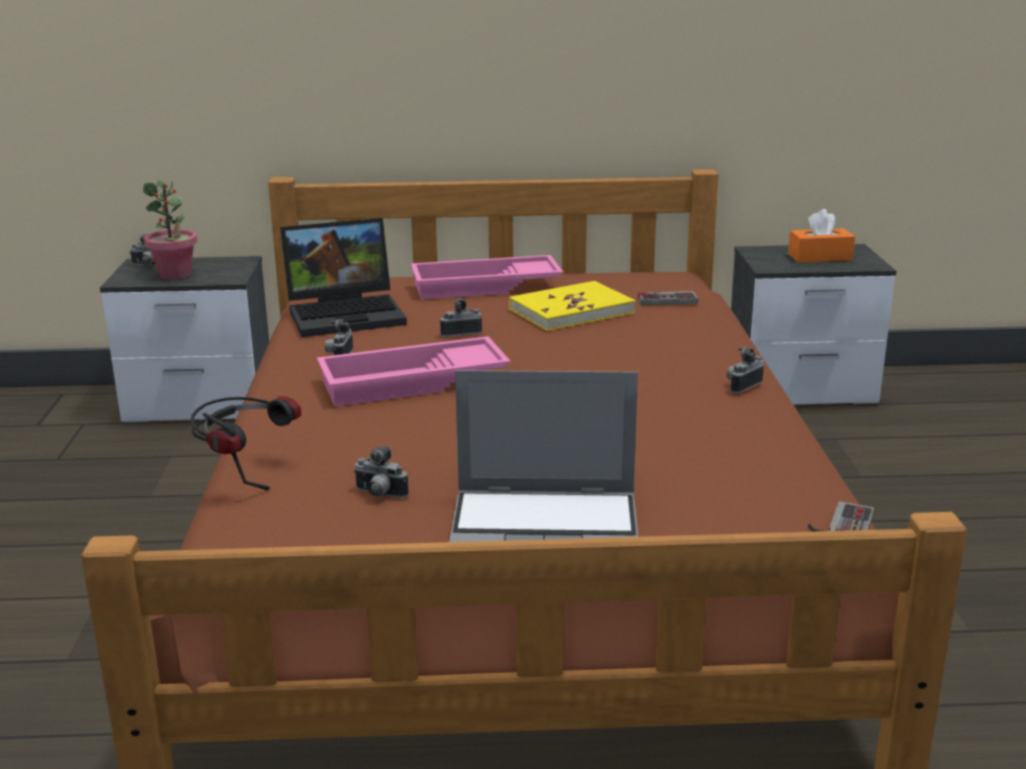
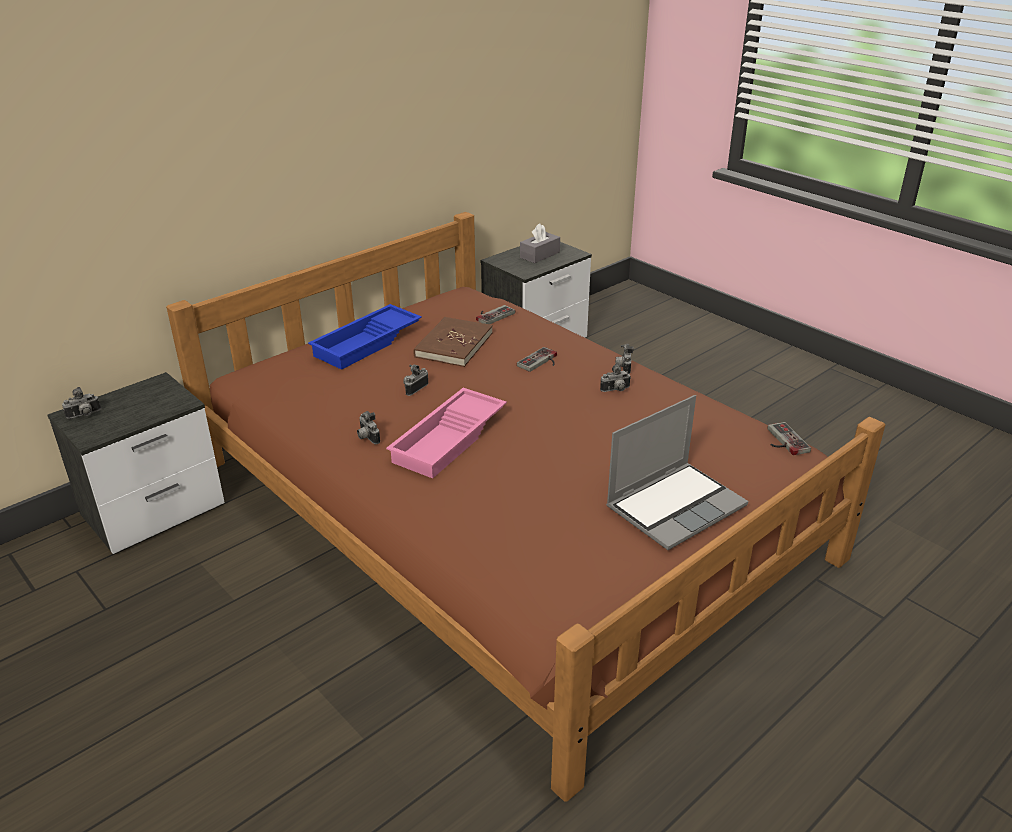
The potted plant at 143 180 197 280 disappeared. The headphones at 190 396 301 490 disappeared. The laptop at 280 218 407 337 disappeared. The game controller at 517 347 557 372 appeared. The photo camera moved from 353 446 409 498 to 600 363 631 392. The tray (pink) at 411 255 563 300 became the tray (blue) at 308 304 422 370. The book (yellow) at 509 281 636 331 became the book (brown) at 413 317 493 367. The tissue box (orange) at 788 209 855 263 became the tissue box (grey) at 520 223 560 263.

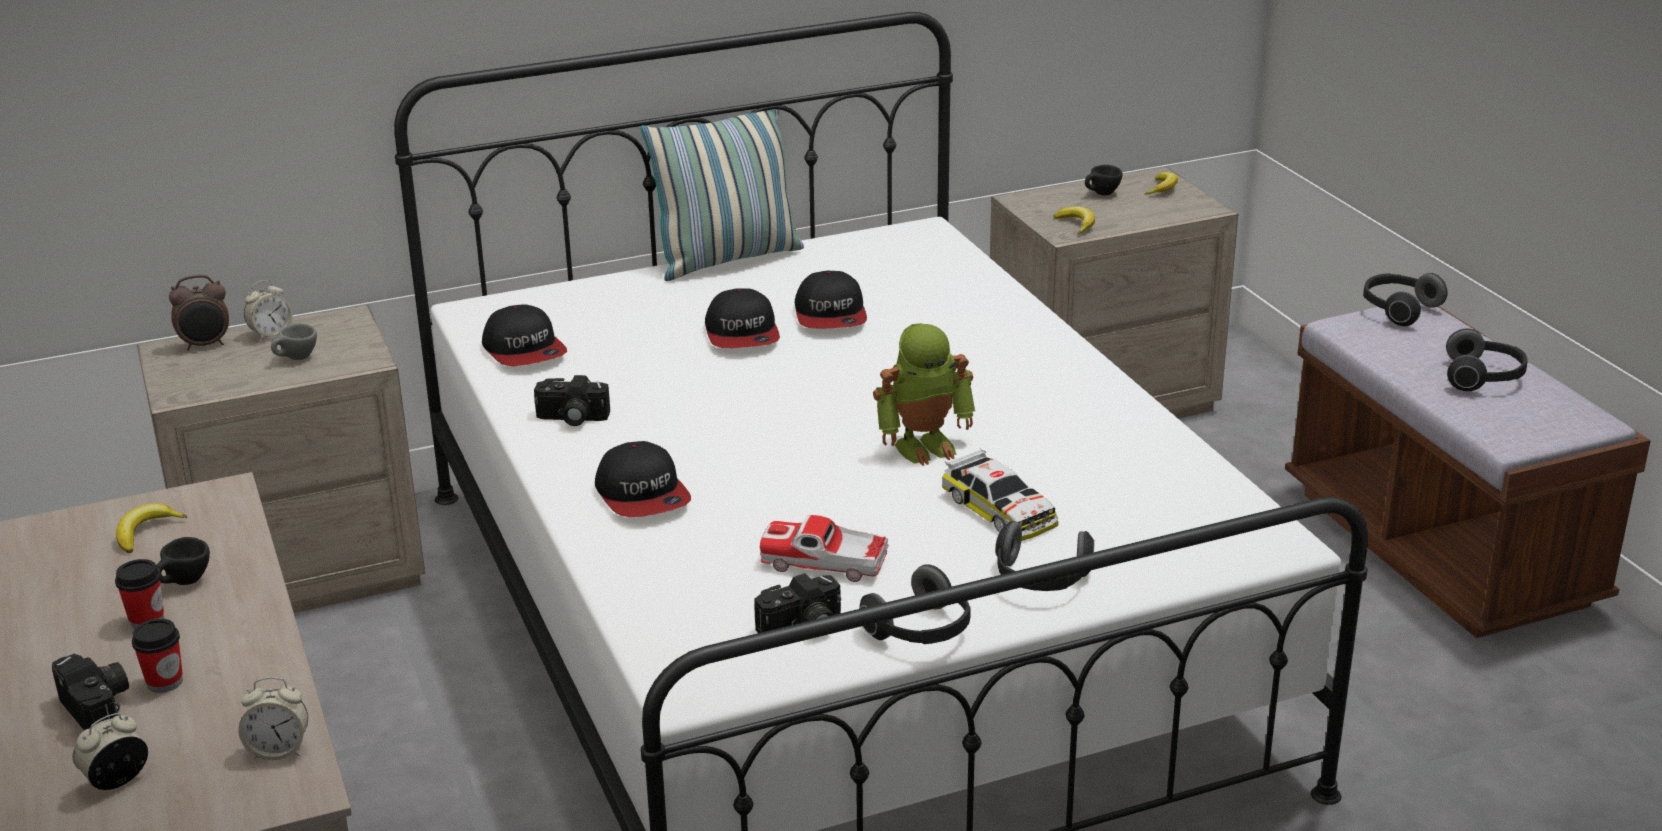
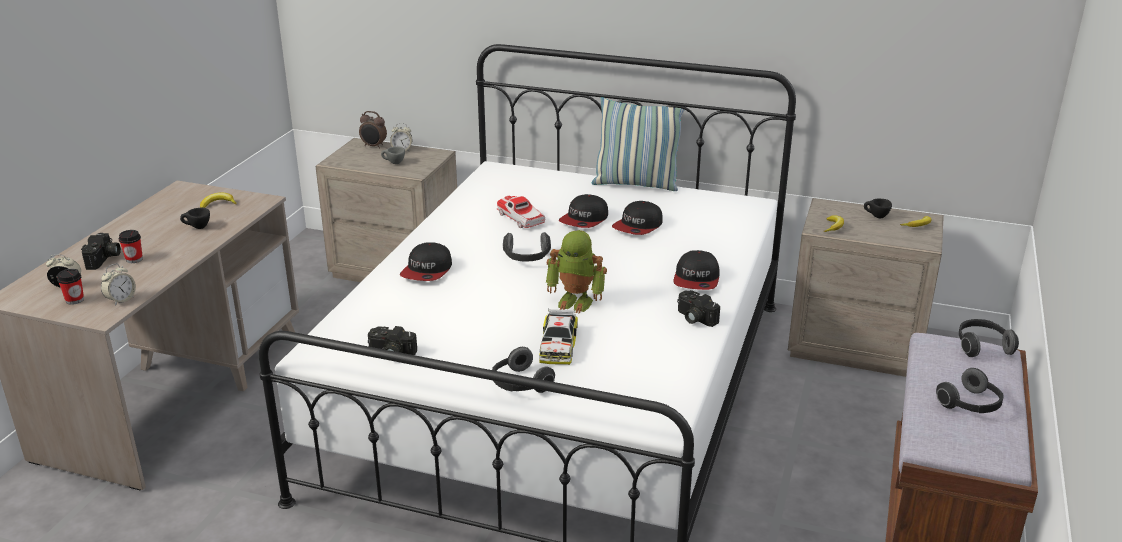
The cup moved from 115 559 164 629 to 57 269 84 305. The cap moved from 482 304 567 366 to 674 250 720 290. The photo camera moved from 534 375 610 426 to 677 290 720 327. The toy car moved from 760 515 888 582 to 497 196 546 228. The headphones moved from 859 564 971 644 to 503 232 551 262. The alarm clock at 238 677 308 760 turned 90 degrees counterclockwise.

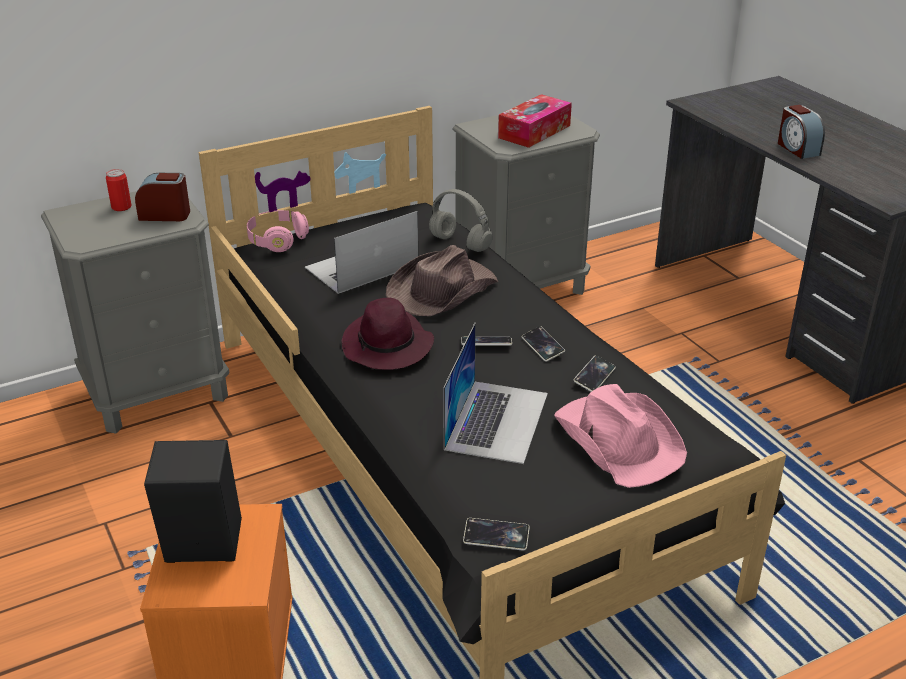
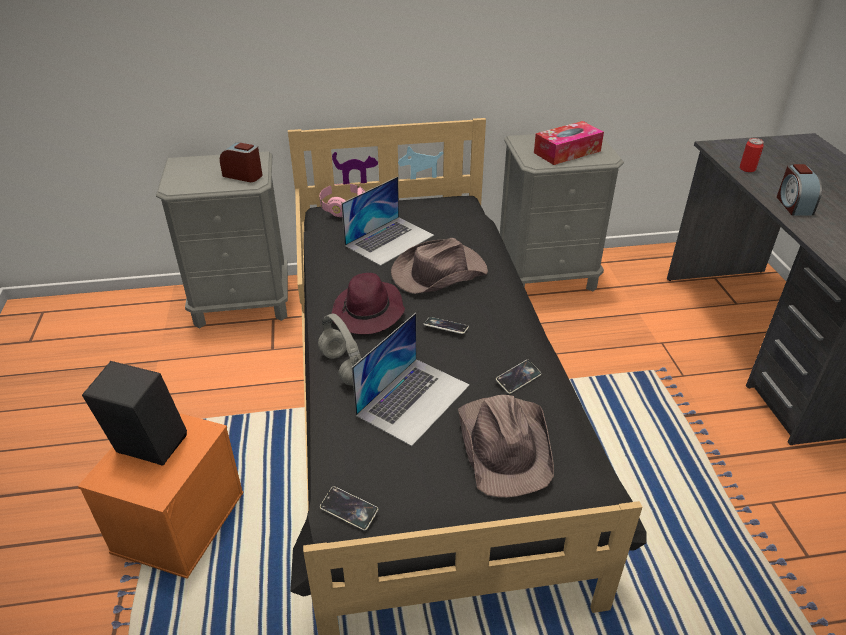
The phone at 522 326 565 362 disappeared. The can moved from 106 169 132 211 to 739 138 764 172. The headphones (grey) moved from 429 189 493 252 to 318 313 362 386. The hat (pink) at 554 384 687 488 became the hat (brown) at 458 395 554 497. The laptop at 305 211 418 294 turned 150 degrees clockwise.

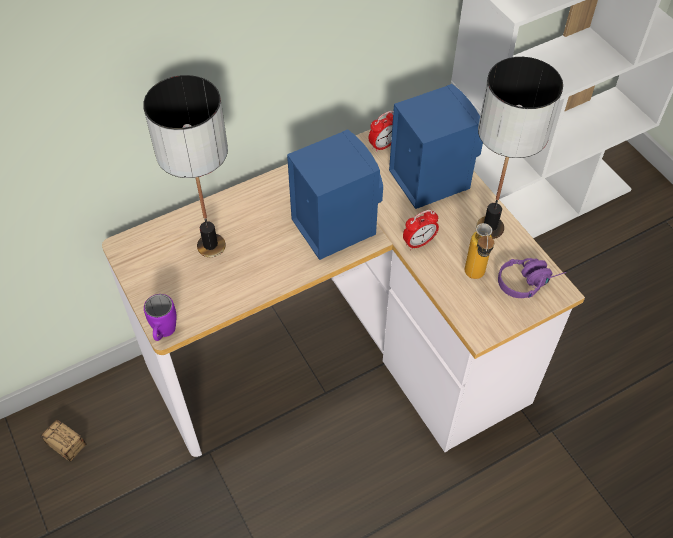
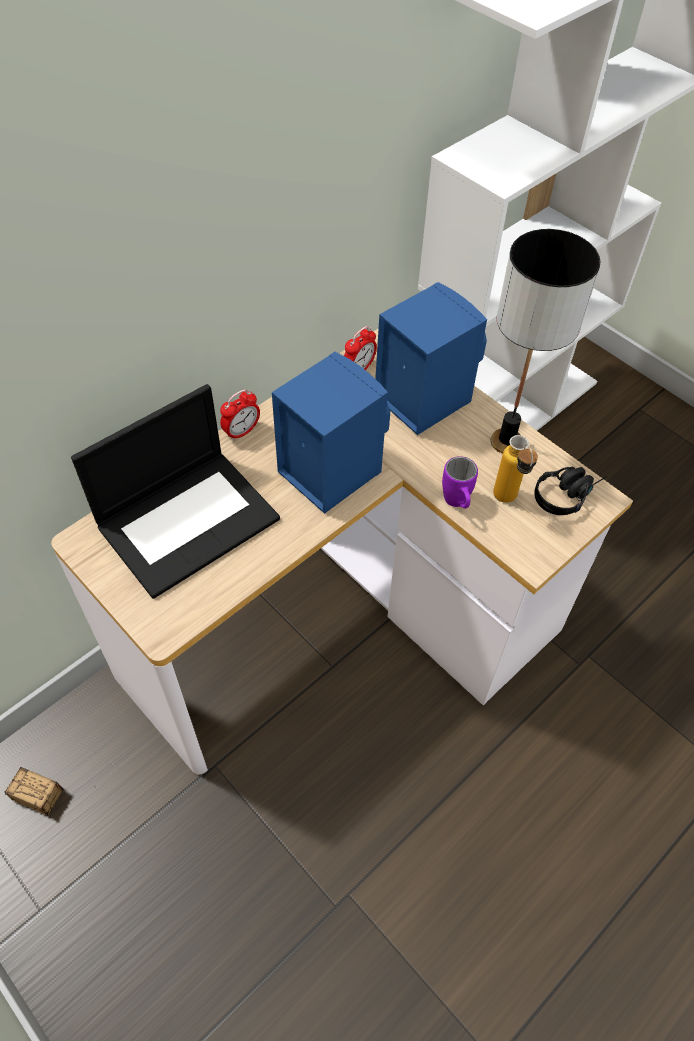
The mug (purple) moved from 144 294 177 341 to 442 456 478 508. The alarm clock moved from 403 210 439 250 to 220 389 260 441. The table lamp at 143 75 228 257 was replaced by the laptop at 71 384 280 599. The headphones (purple) at 498 258 566 298 became the headphones (black) at 534 467 608 515.

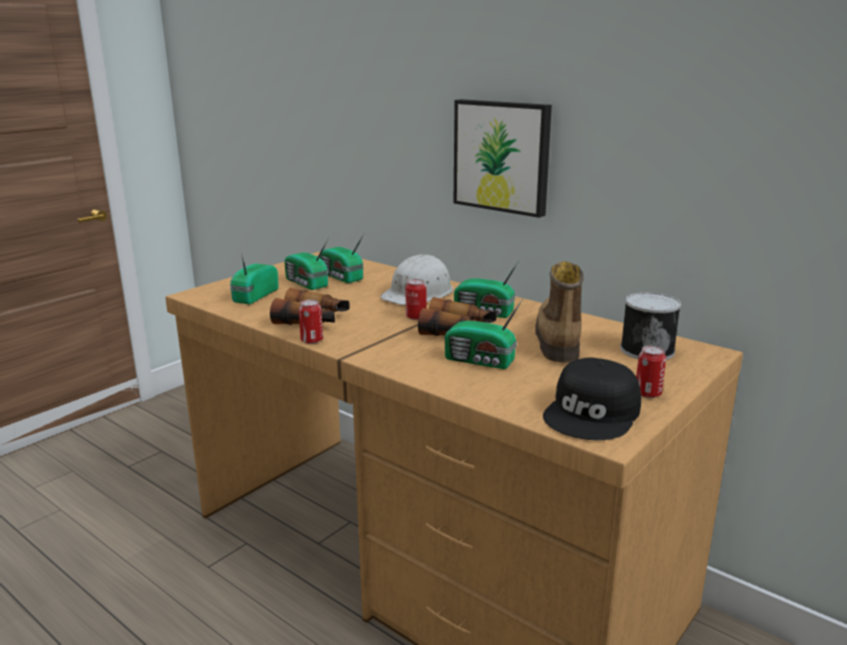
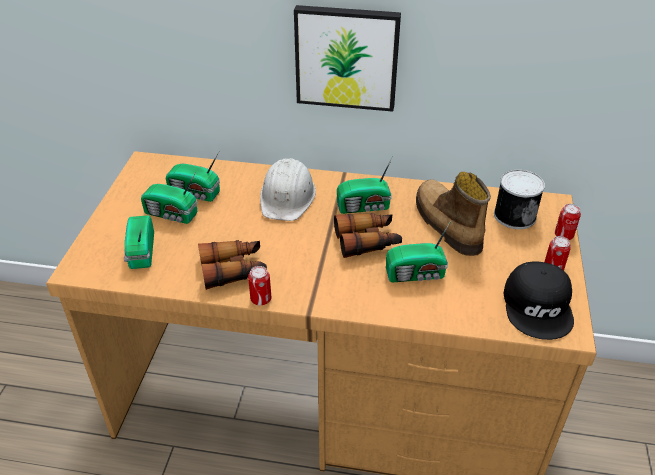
The can moved from 406 279 427 320 to 555 204 581 240.

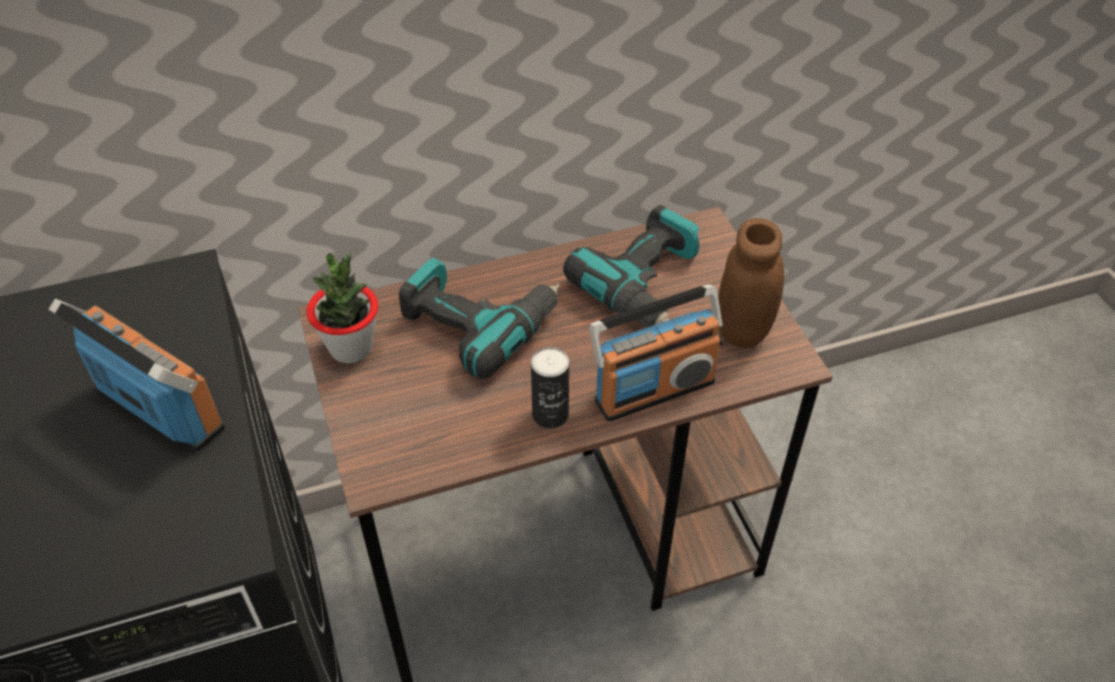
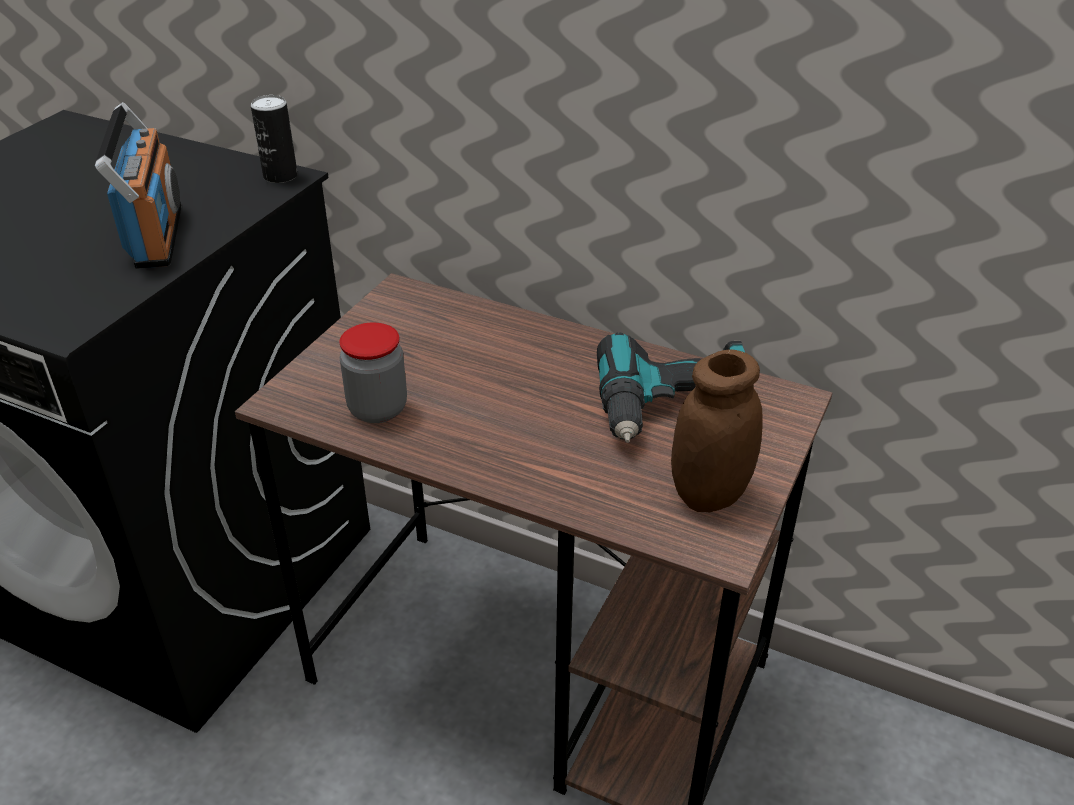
The potted plant at 307 253 378 363 disappeared. The power drill at 399 258 560 379 disappeared. The radio at 589 284 723 422 disappeared. The jar at 340 322 407 423 appeared. The can moved from 531 347 569 429 to 251 95 298 183.

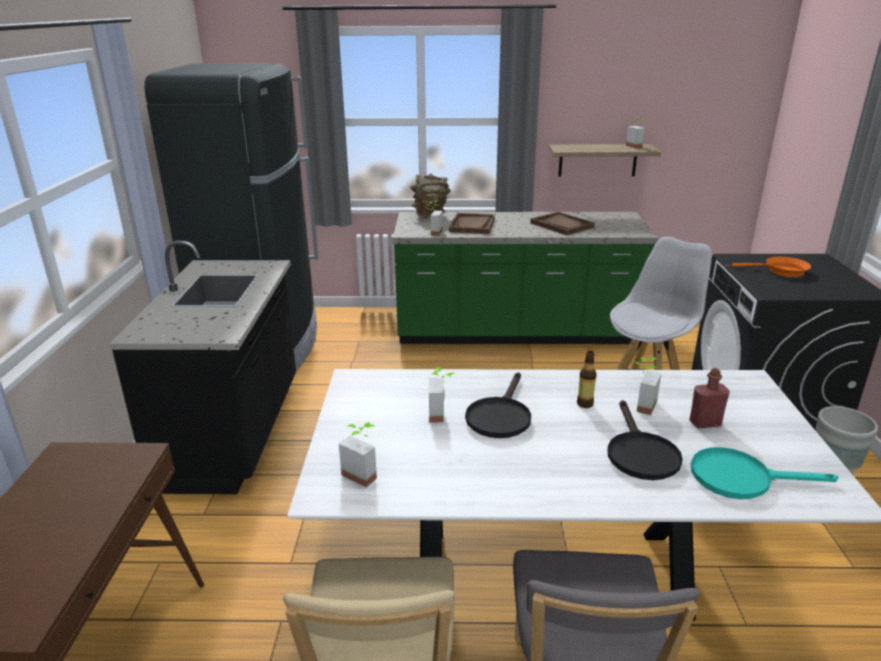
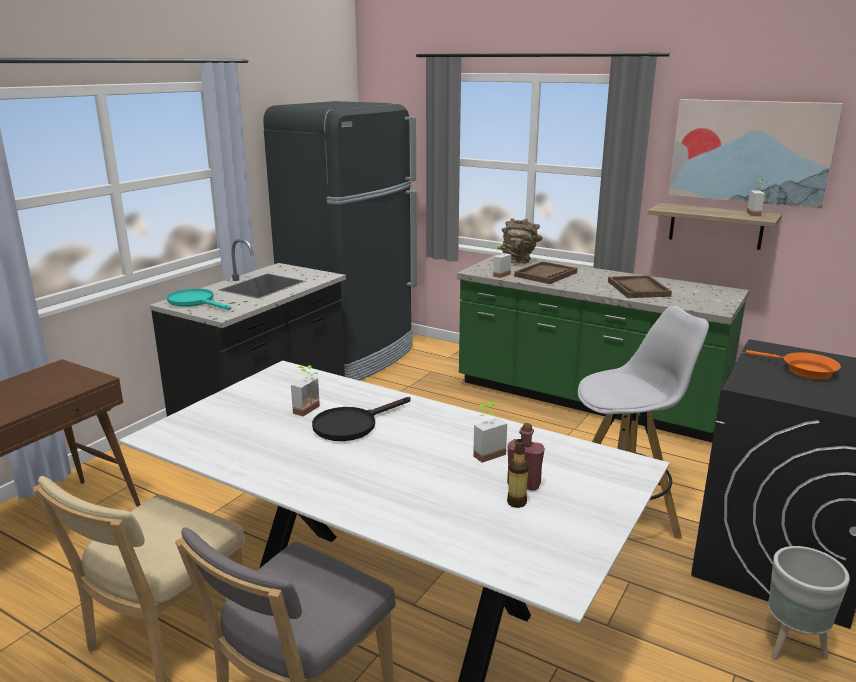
The potted plant at 339 422 377 487 disappeared. The frying pan (black) at 607 400 683 480 disappeared. The picture at 668 99 843 209 appeared. The bottle moved from 577 351 597 408 to 507 439 529 508. The frying pan (turquoise) moved from 691 447 839 499 to 167 289 231 310.

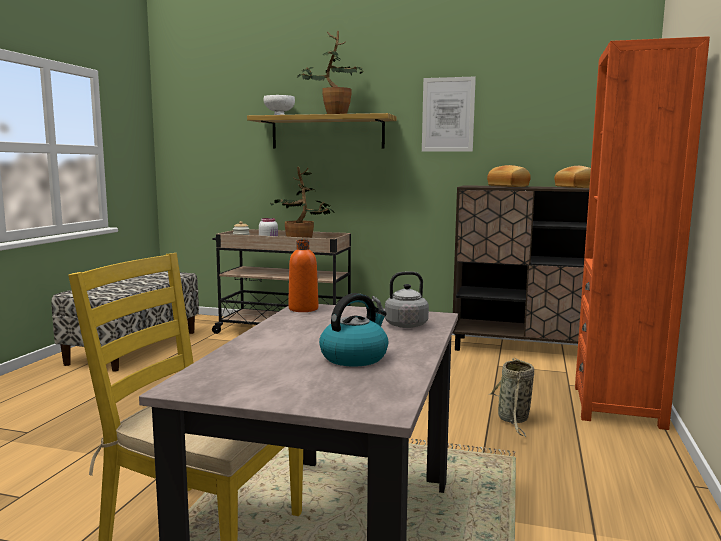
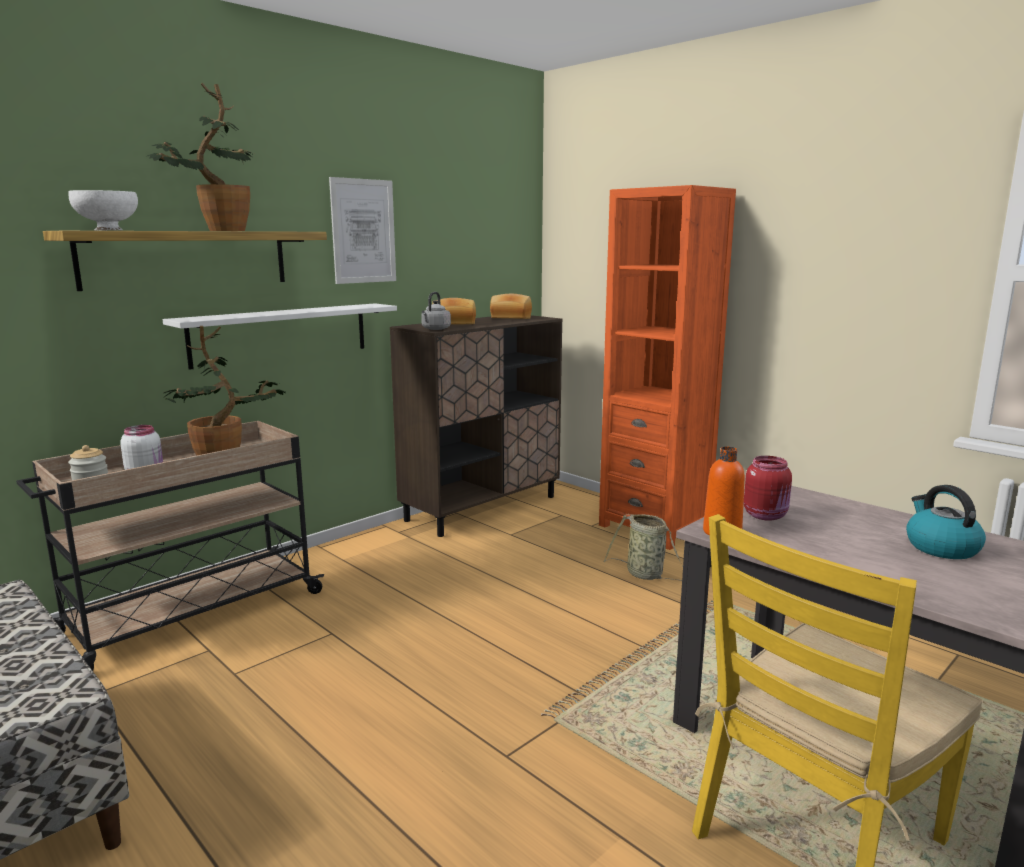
The shelf (white) at 163 303 397 370 appeared. The jar (red) at 744 456 792 521 appeared. The kettle (grey) moved from 372 271 429 328 to 421 292 451 330.

